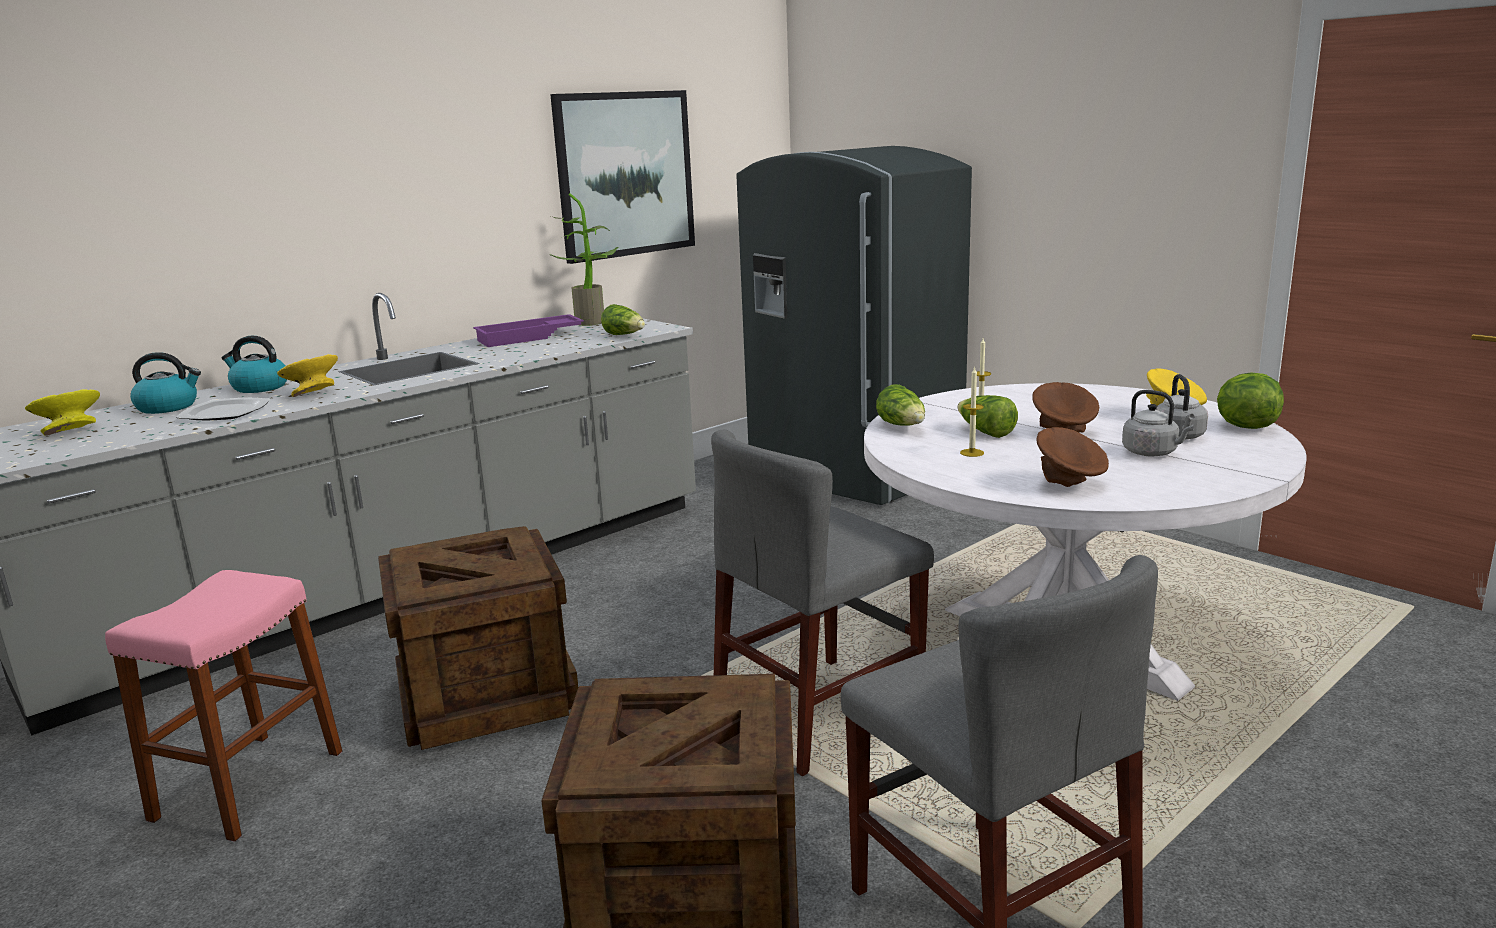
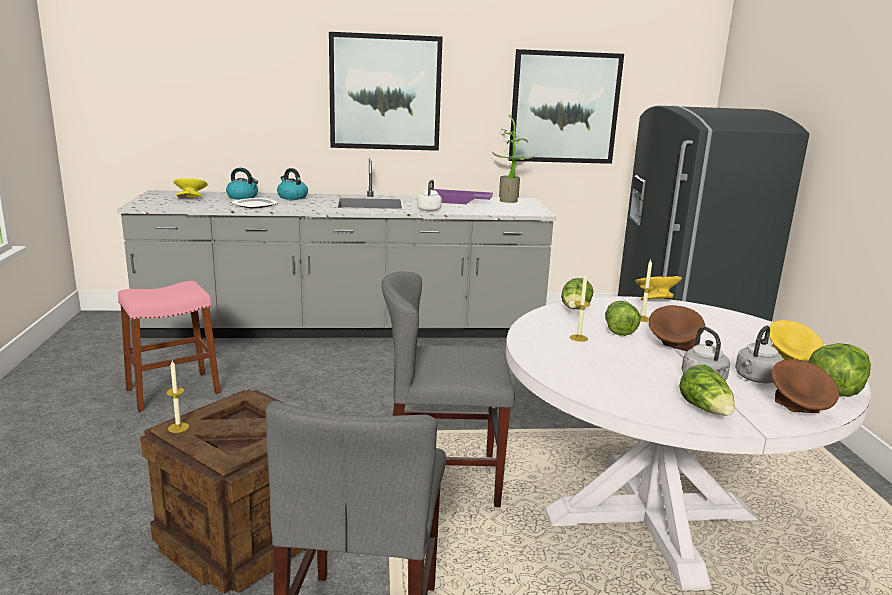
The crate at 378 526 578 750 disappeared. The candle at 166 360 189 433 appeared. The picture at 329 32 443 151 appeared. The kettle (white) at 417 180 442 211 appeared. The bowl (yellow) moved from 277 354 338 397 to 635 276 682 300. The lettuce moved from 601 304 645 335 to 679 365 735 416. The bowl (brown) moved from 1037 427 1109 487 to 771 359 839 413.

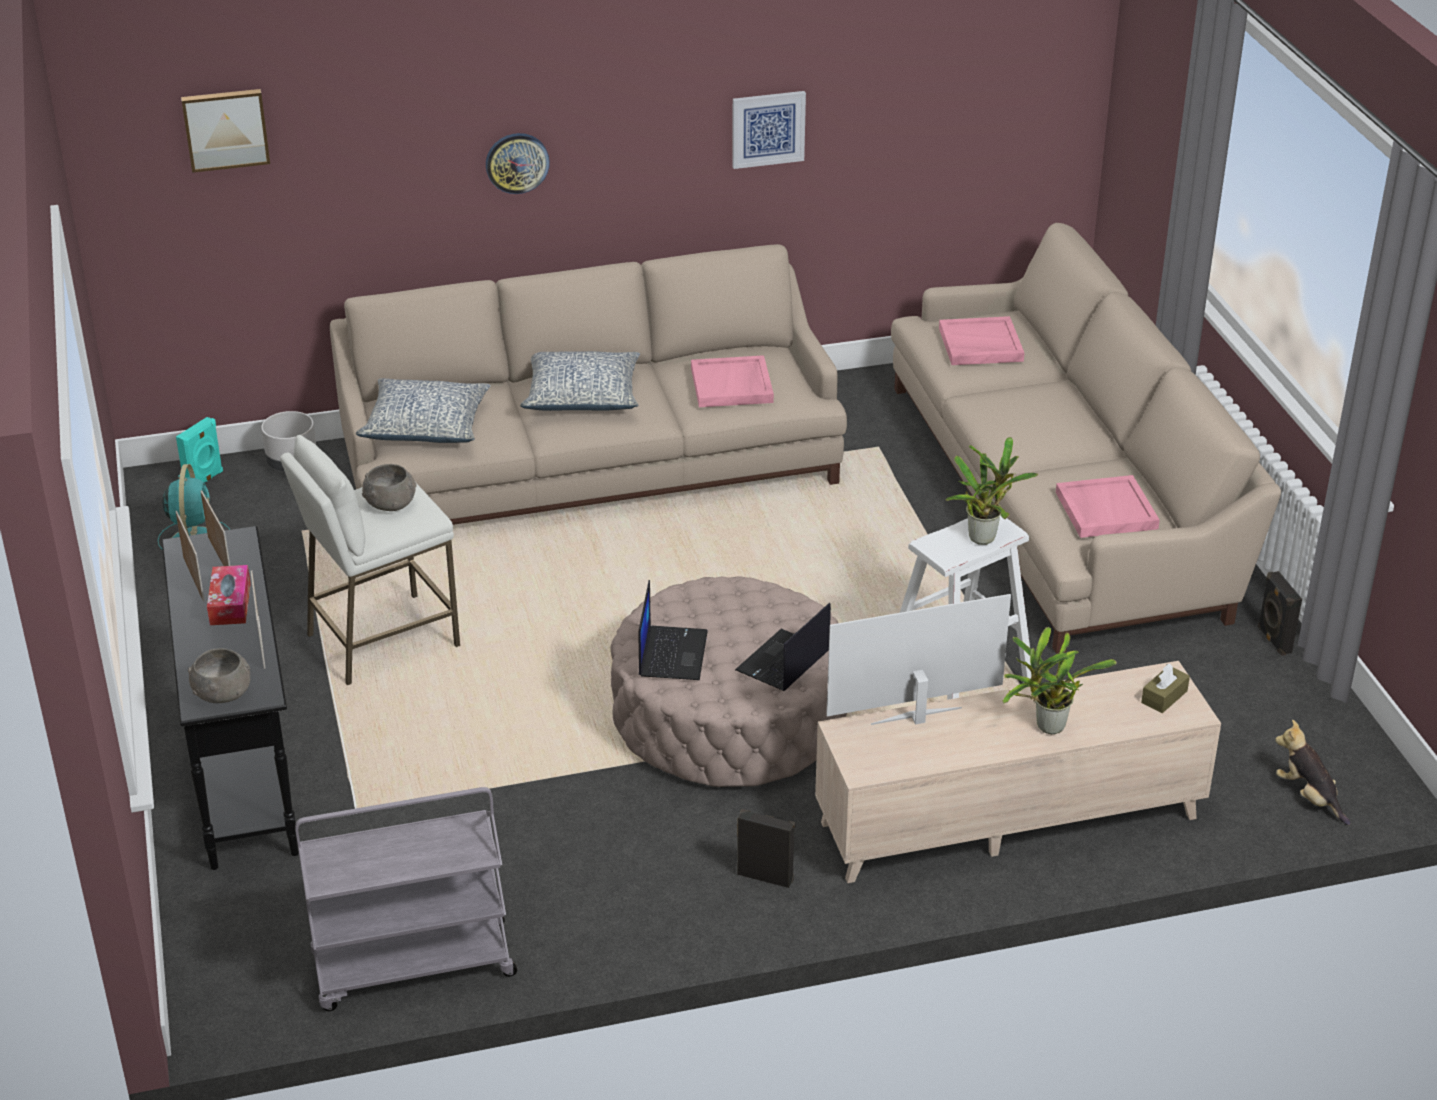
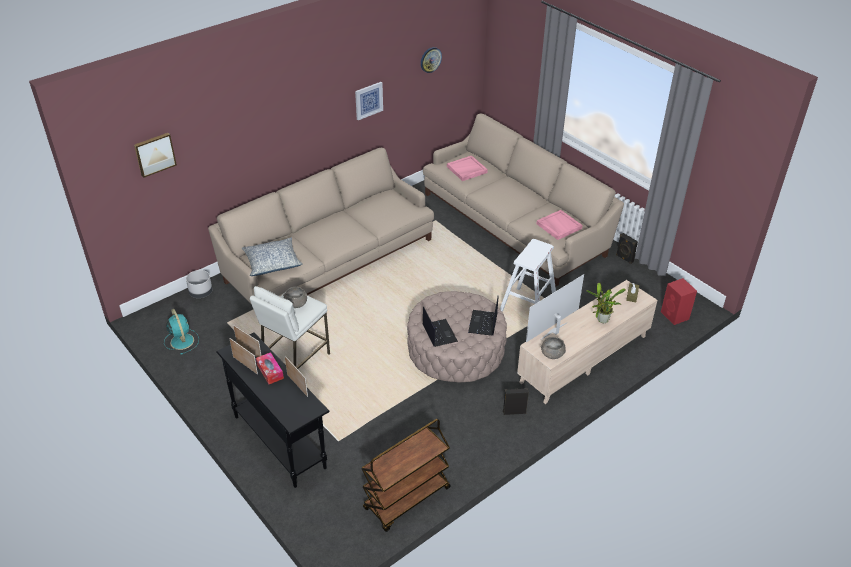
The speaker (turquoise) at 176 417 223 483 disappeared. The pillow at 520 351 640 411 disappeared. The tray (pink) at 691 355 774 407 disappeared. The potted plant at 945 437 1038 545 disappeared. The bowl (grey) moved from 188 648 251 703 to 541 337 566 359. The wall clock moved from 486 133 550 194 to 421 47 442 73. The plush toy at 1275 720 1351 825 was replaced by the speaker (red) at 661 278 697 325. The cart (grey) at 295 787 517 1011 became the cart (brown) at 361 419 451 532.

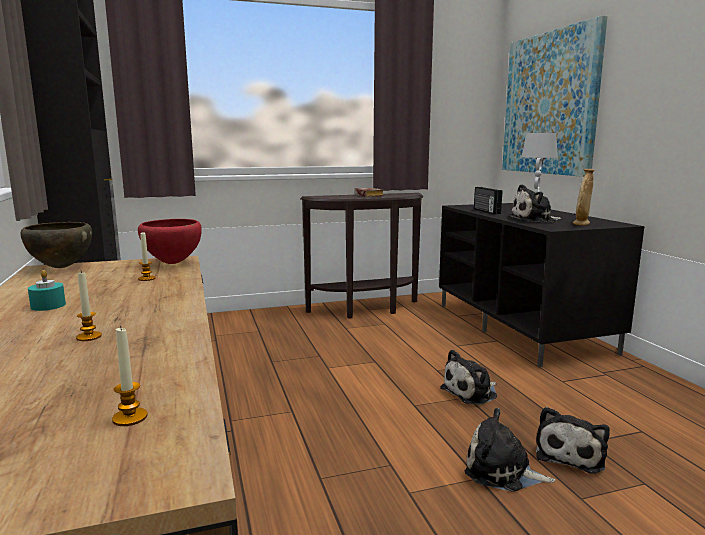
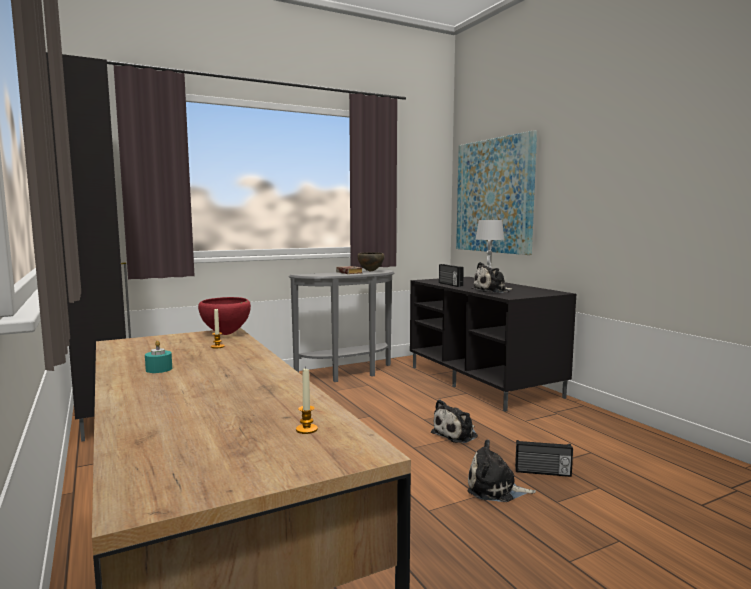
The candle at 76 271 102 341 disappeared. The vase (beige) at 573 169 595 225 disappeared. The bowl (brown) moved from 20 222 92 268 to 358 252 385 271. The plush toy at 536 407 610 474 was replaced by the radio at 515 440 573 477. The console table (brown) at 300 193 423 319 became the console table (grey) at 289 270 394 382.

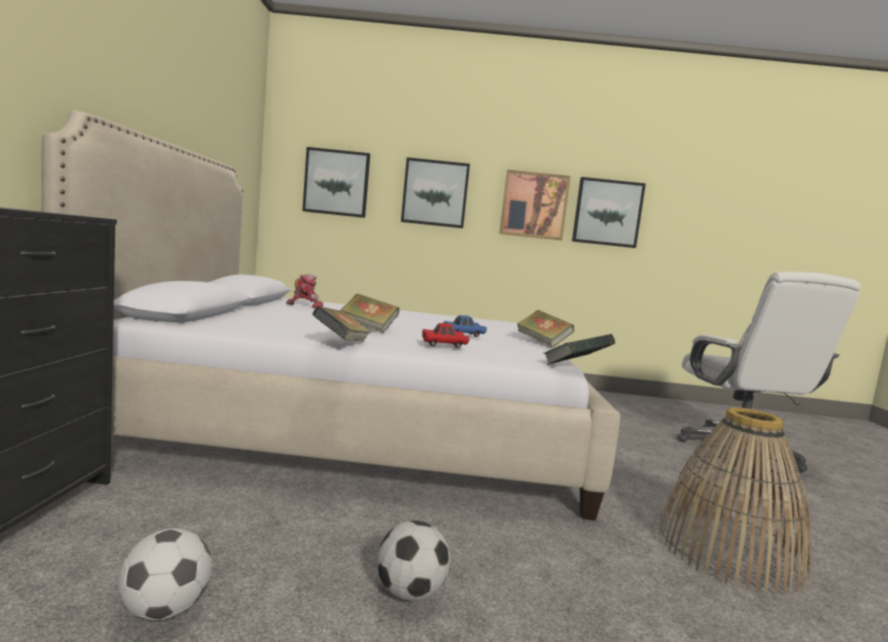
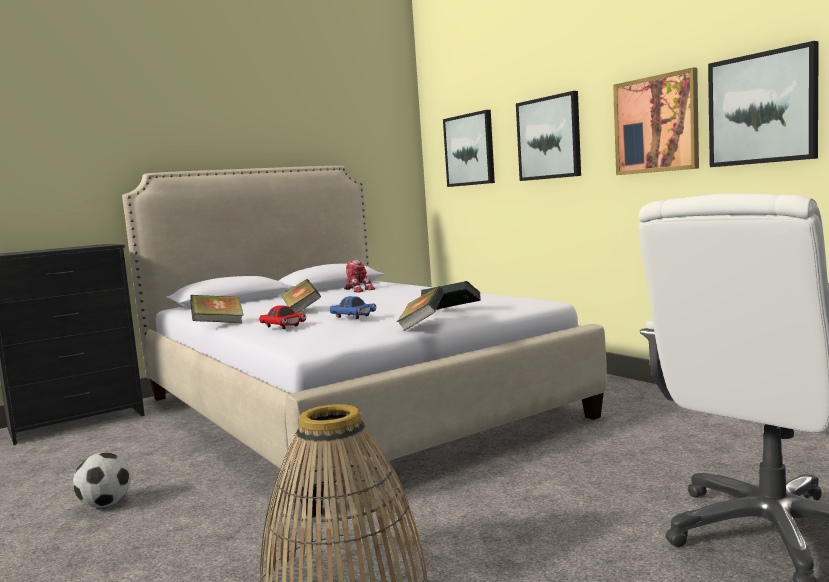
The football at 118 528 212 620 disappeared. The book moved from 543 334 615 365 to 421 281 481 310.

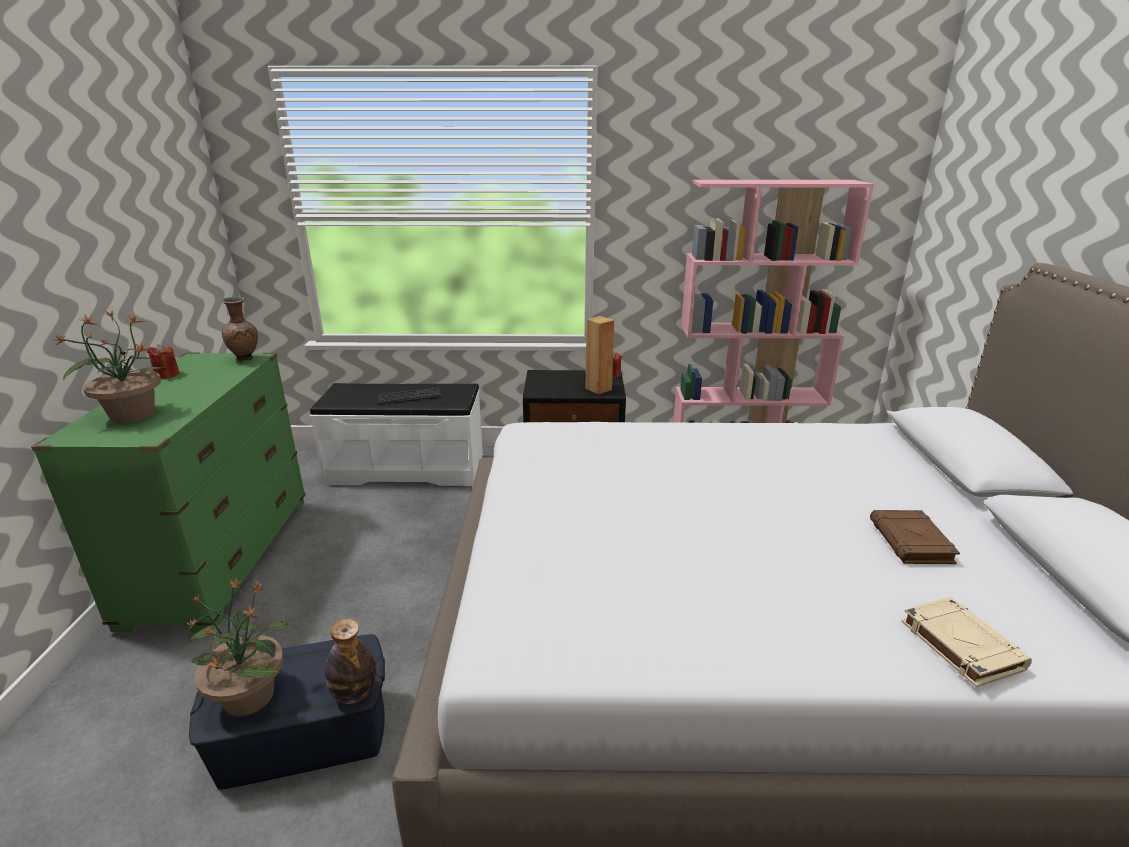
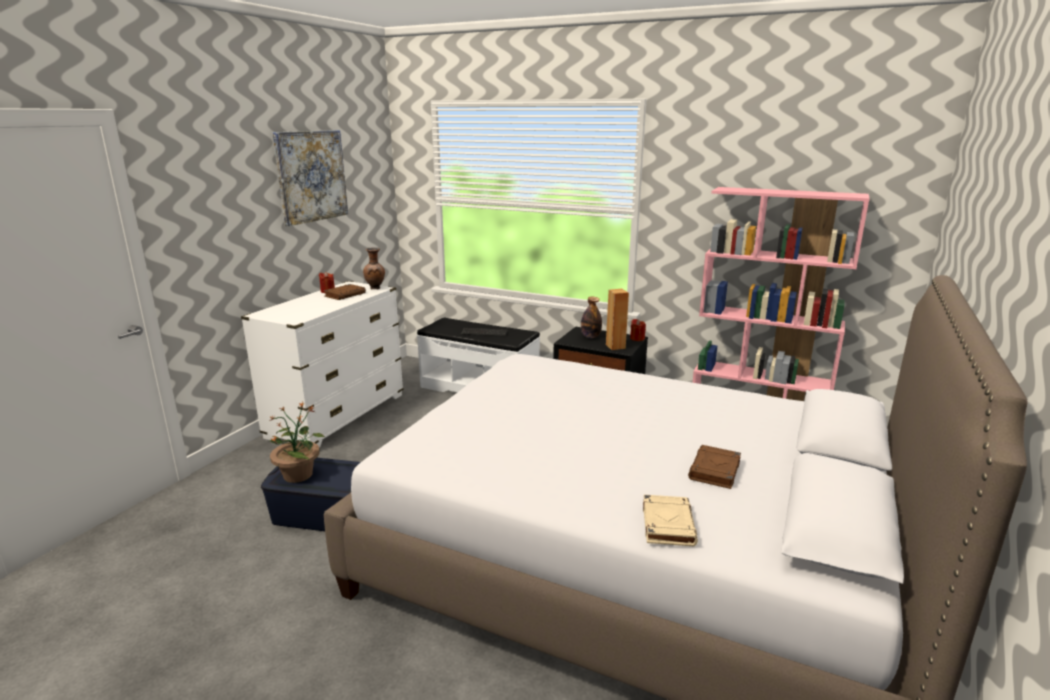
The potted plant at 51 310 167 424 disappeared. The picture at 273 130 348 226 appeared. The book (brown) at 324 284 366 300 appeared. The bottle moved from 325 618 376 704 to 581 297 602 338. The dresser (green) at 31 353 306 632 became the dresser (white) at 241 281 404 447.

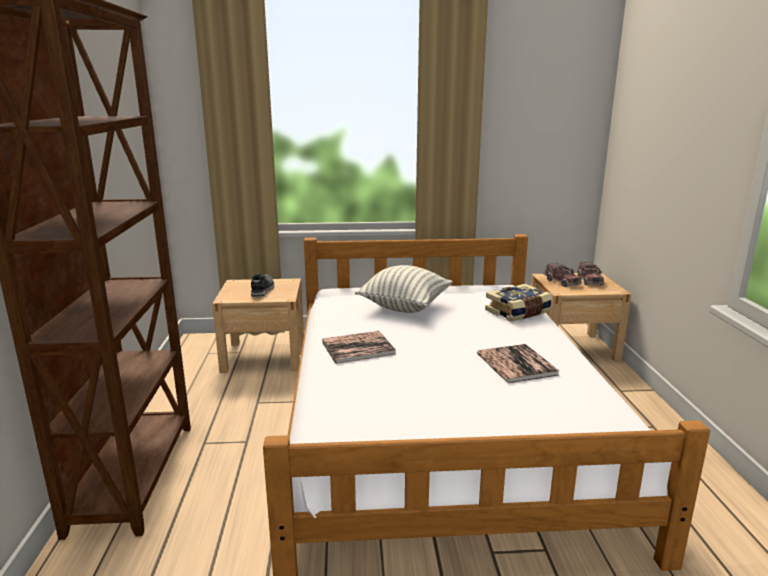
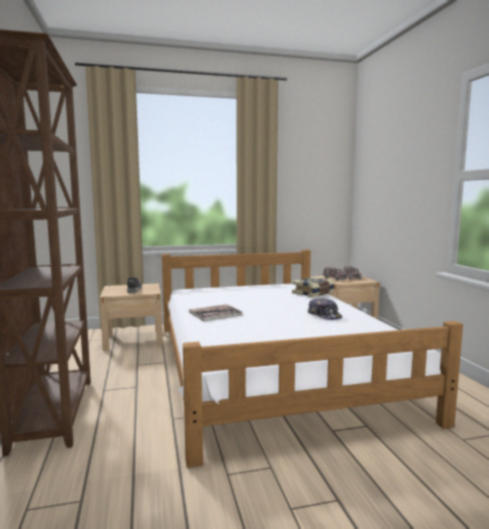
The pillow at 355 265 453 313 disappeared. The book at 477 344 559 383 was replaced by the cap at 308 298 342 320.

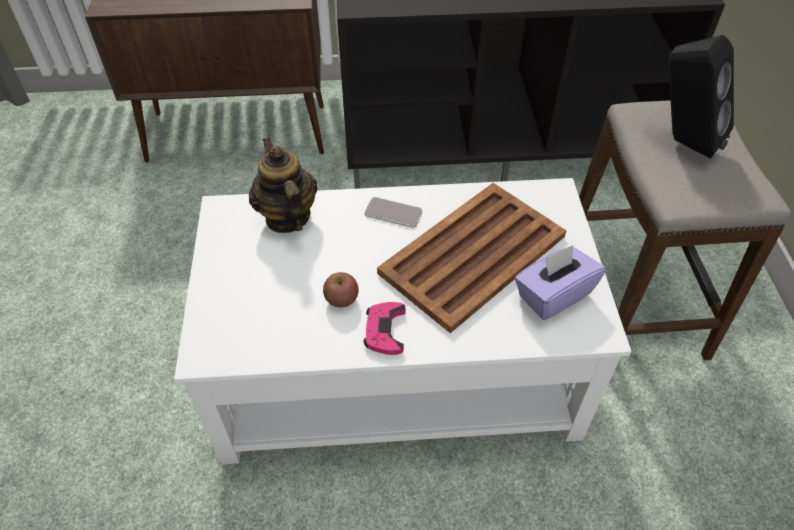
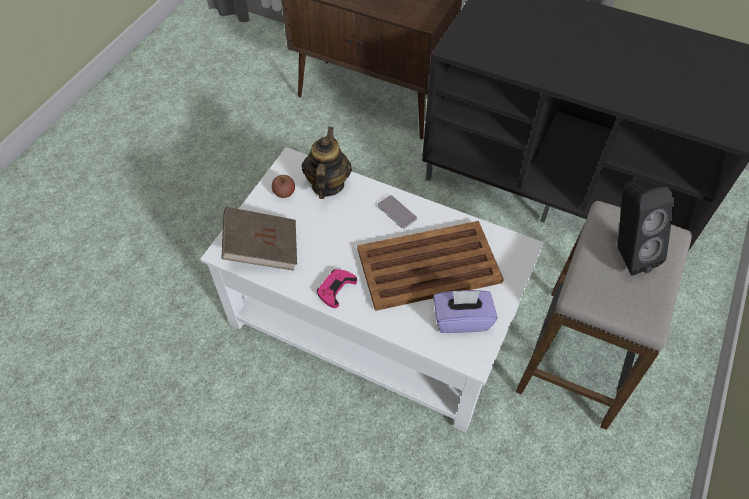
The book (brown) at 221 207 297 270 appeared. The apple moved from 323 272 358 308 to 272 175 295 198.

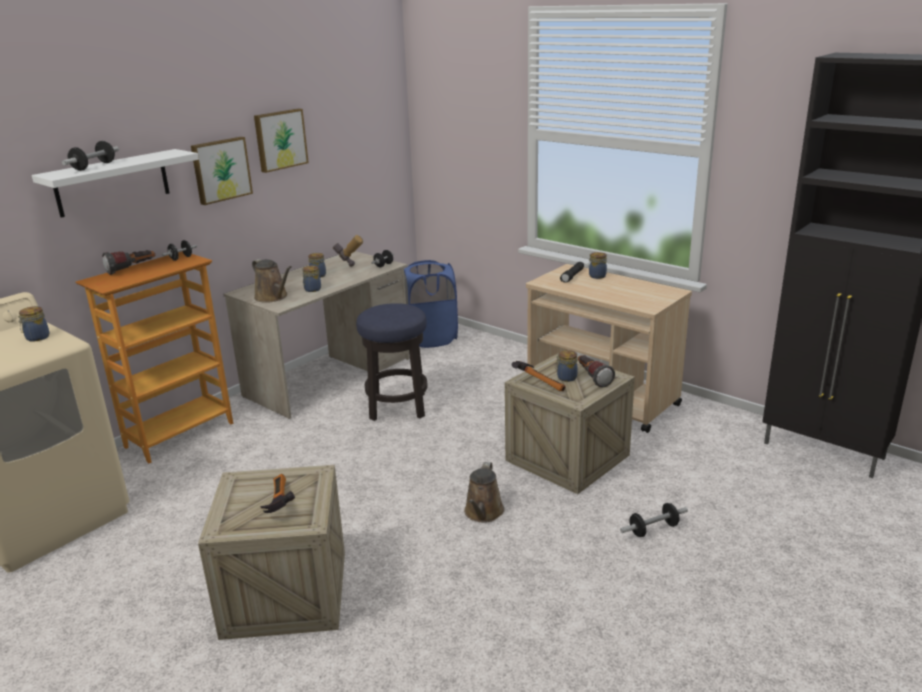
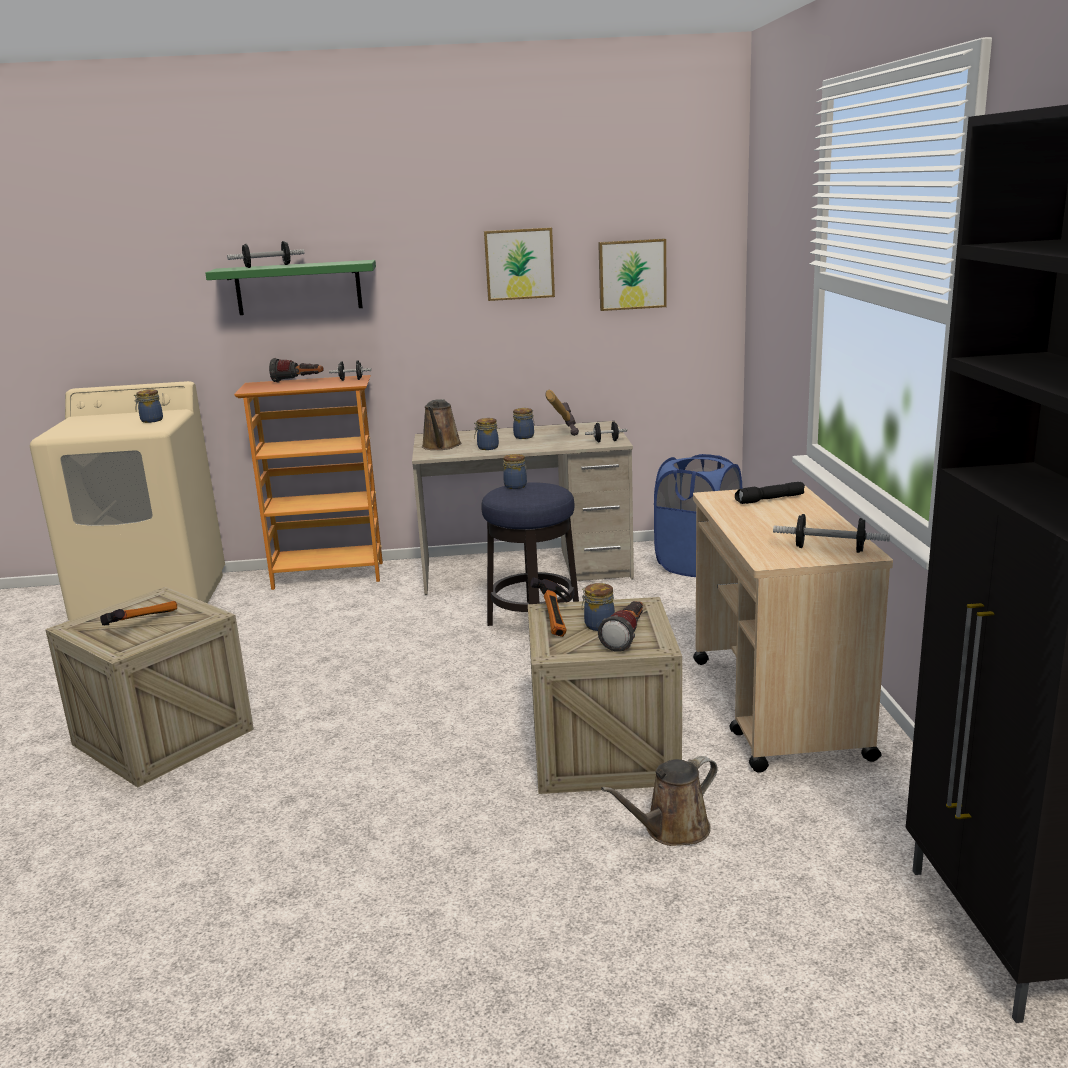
The picture moved from 191 137 253 205 to 598 238 667 311. The watering can (brown) moved from 464 462 504 523 to 601 756 718 846. The jar moved from 588 252 607 279 to 503 454 527 489. The dumbbell moved from 620 503 688 537 to 773 514 890 553. The shelf (white) at 32 149 199 218 became the shelf (green) at 205 260 376 315.

